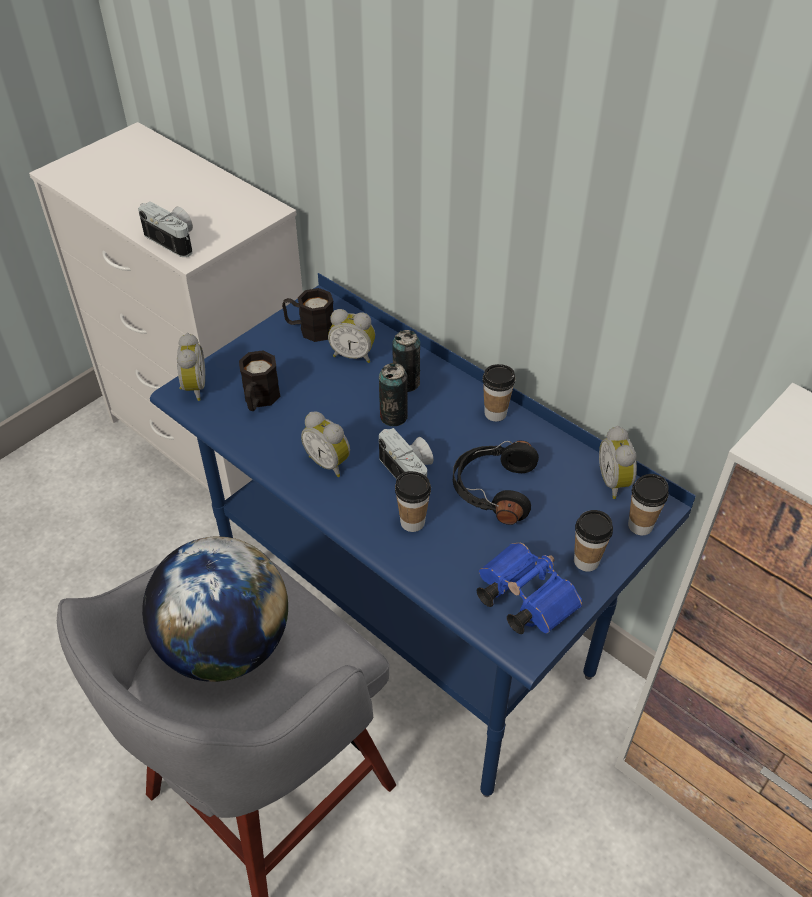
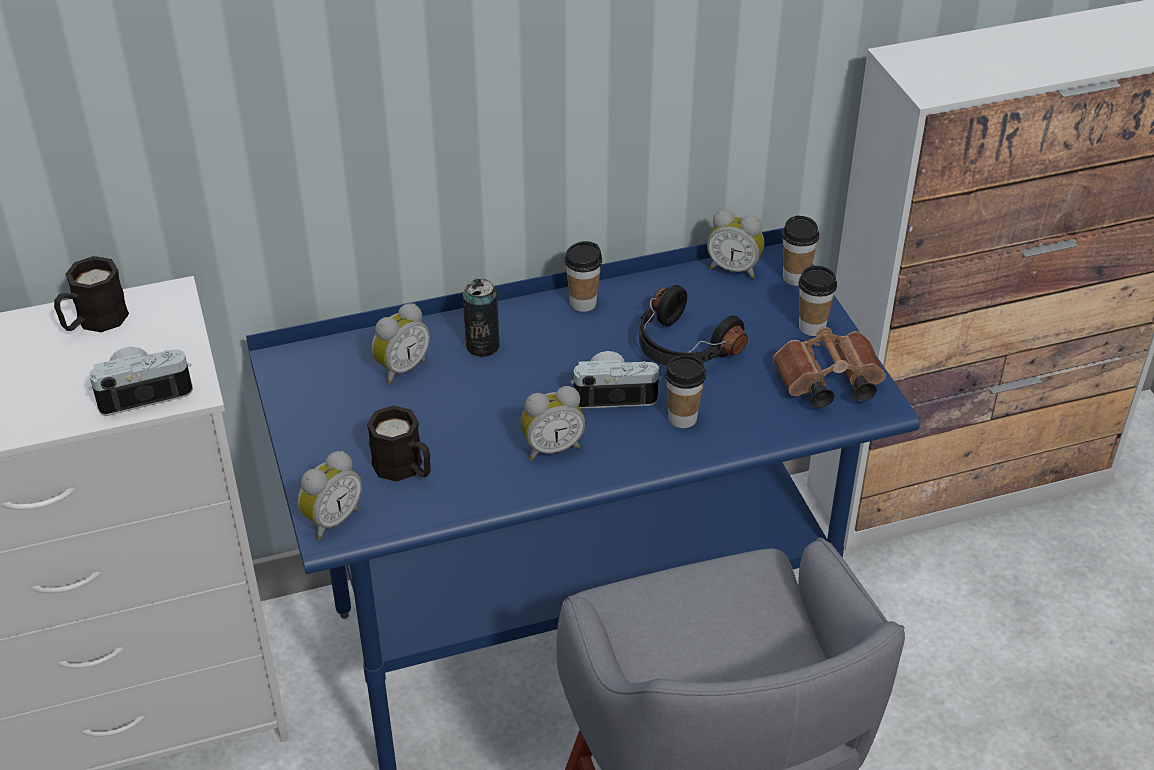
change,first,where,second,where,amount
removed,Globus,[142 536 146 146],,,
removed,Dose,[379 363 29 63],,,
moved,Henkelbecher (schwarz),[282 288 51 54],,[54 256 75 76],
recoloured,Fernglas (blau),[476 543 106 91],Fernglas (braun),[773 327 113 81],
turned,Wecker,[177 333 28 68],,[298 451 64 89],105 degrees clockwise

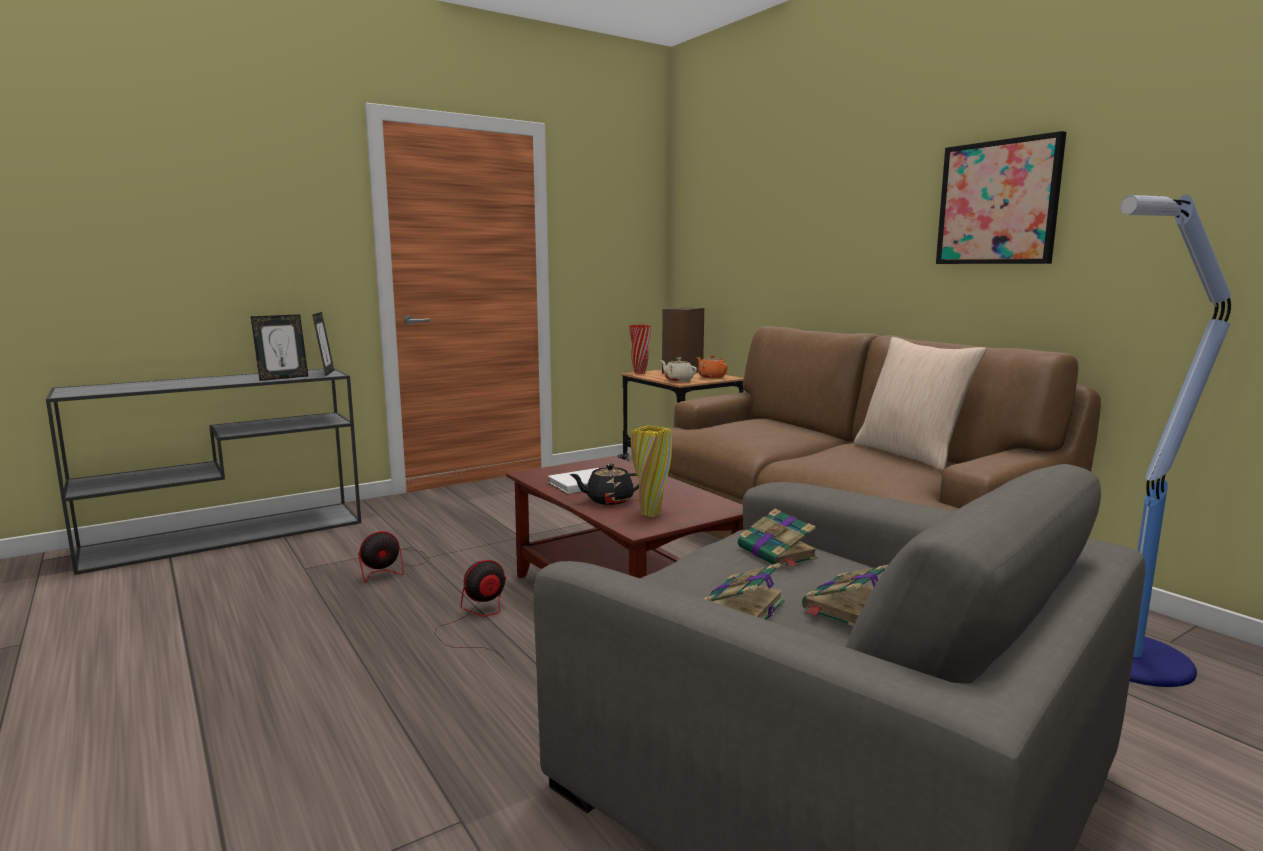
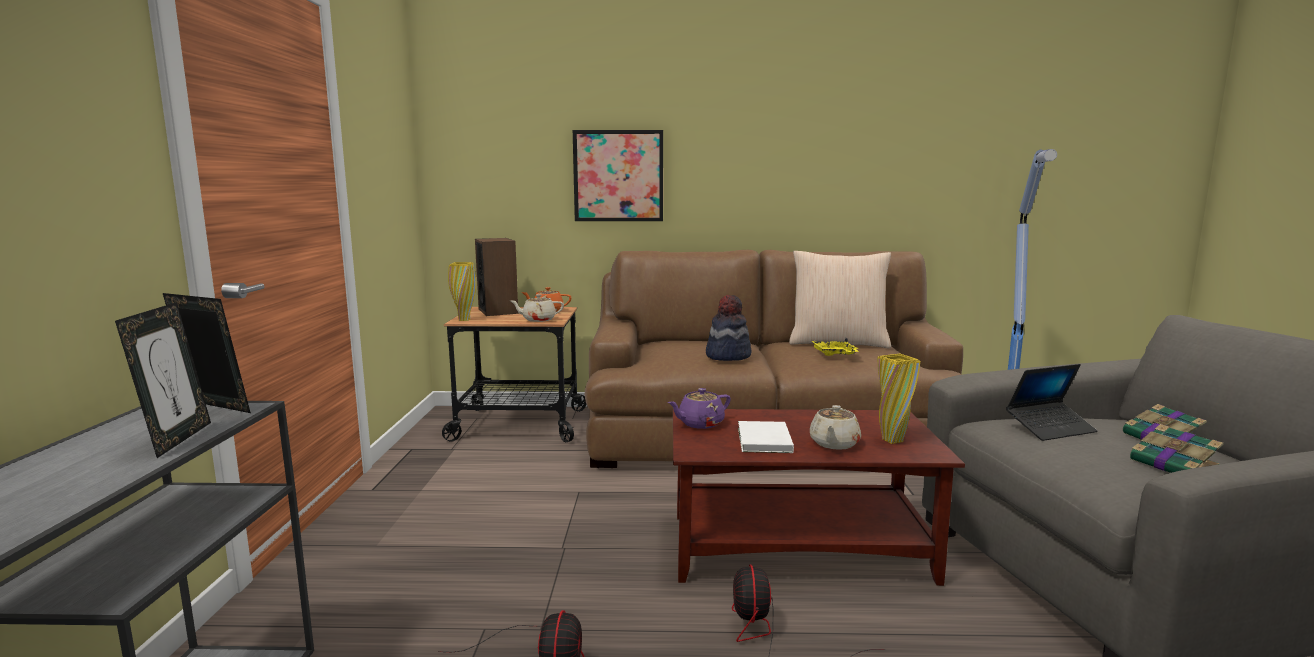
change,first,where,second,where,amount
added,,,Teekanne (lila),[668 388 63 41],
added,,,Hut,[706 295 46 66],
added,,,Tablett (gelb),[811 338 48 18],
moved,Bild,[936 131 130 133],,[573 130 90 91],
replaced,Buch,[738 509 80 59],Laptop,[1006 364 92 77],
recoloured,Teekanne (schwarz),[569 464 70 41],Teekanne (beige),[810 405 51 45],
recoloured,Vase (rot),[629 325 22 49],Vase (gelb),[448 262 28 59],

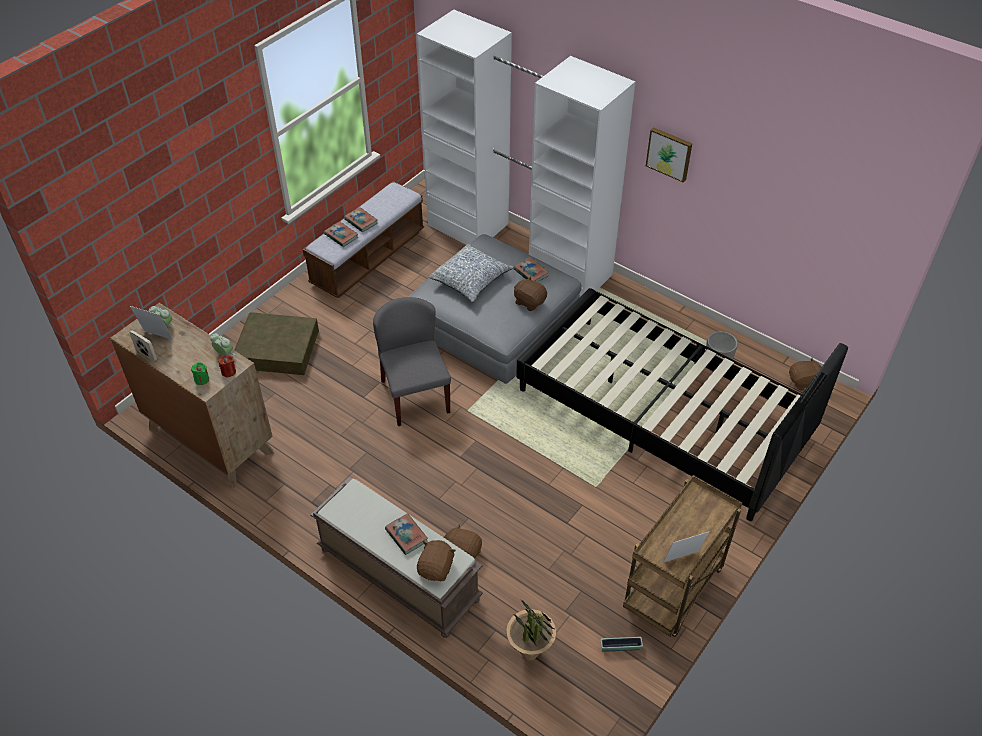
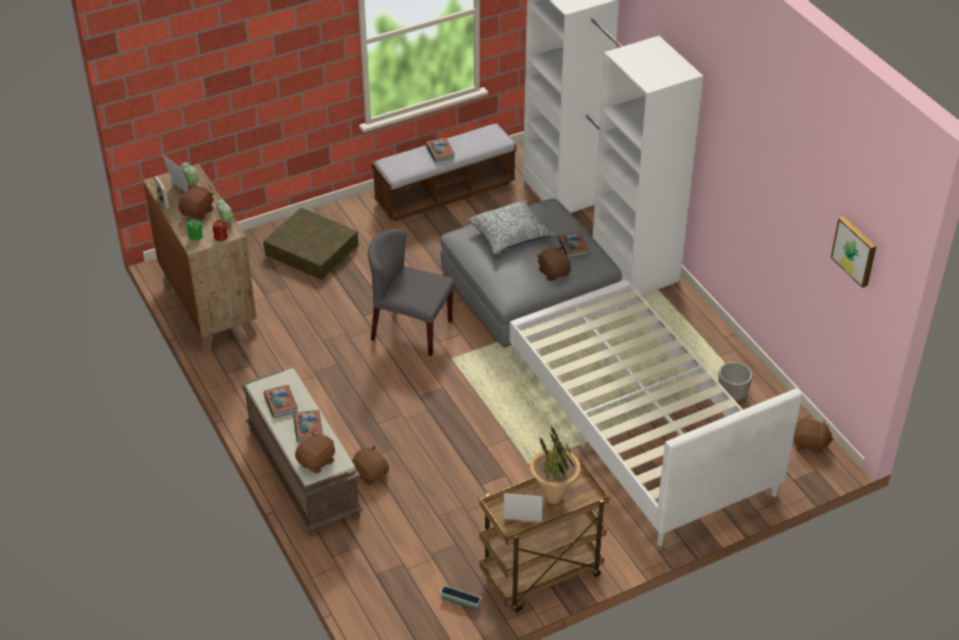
change,first,where,second,where,amount
added,,,Plüschtier (braun),[178 185 36 35],
moved,Buch,[324 222 34 25],,[264 385 34 33],
moved,Topfpflanze,[506 598 50 62],,[530 426 50 78],
moved,Bild,[646 127 46 55],,[831 216 45 72],
recoloured,Bett (schwarz),[516 288 332 233],Bett (weiß),[509 279 293 267],
turned,Stuhl (grau),[373 297 78 129],,[368 229 86 127],75 degrees counterclockwise

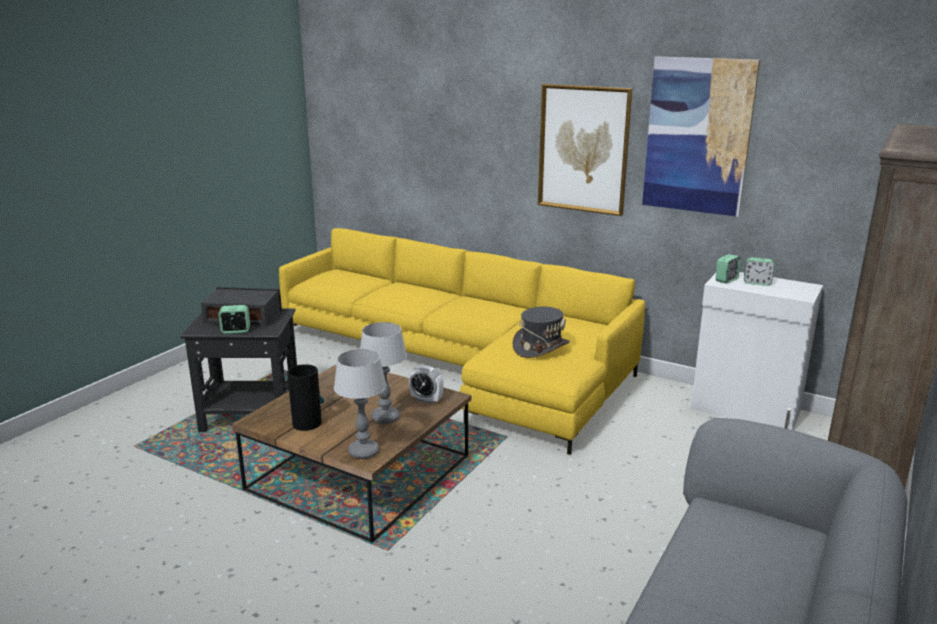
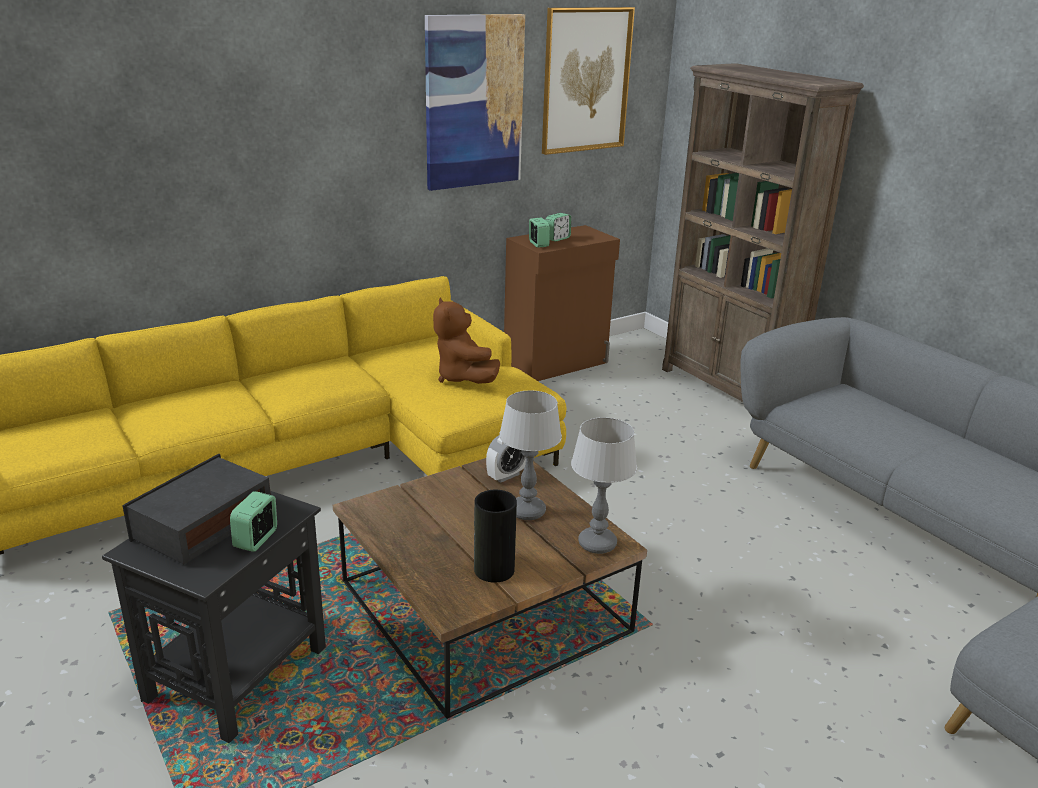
change,first,where,second,where,amount
moved,Bild,[538 84 95 132],,[542 7 93 148],
replaced,Hut (grau),[513 307 57 51],Plüschtier (braun),[433 297 67 87],
recoloured,Schrank (weiß),[691 272 132 158],Schrank (braun),[504 225 116 156],

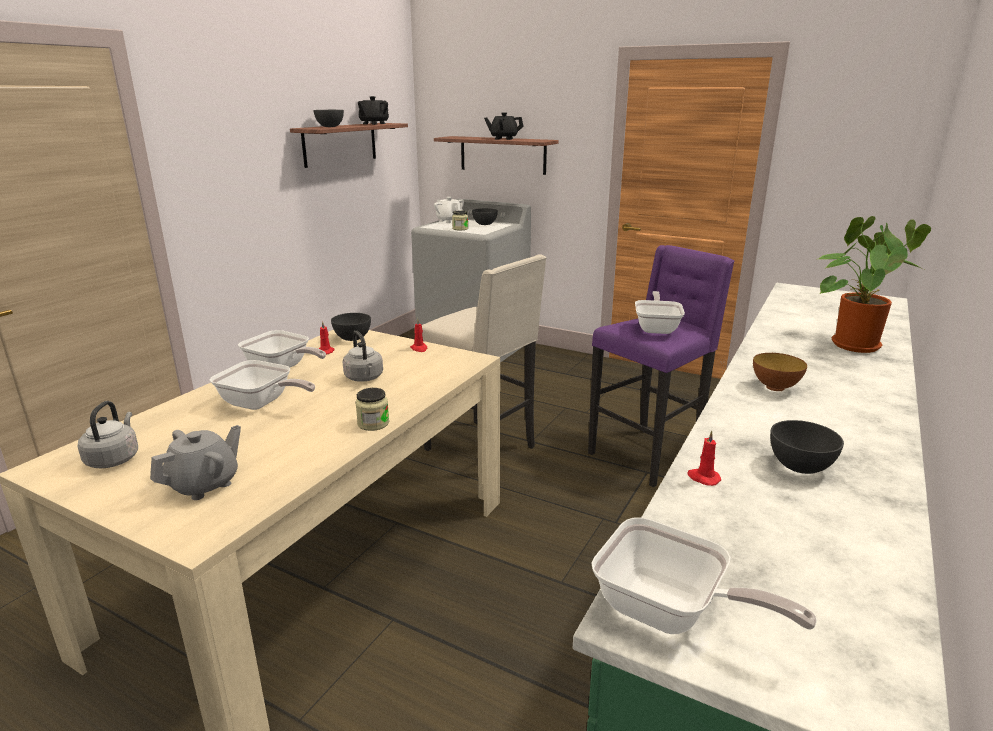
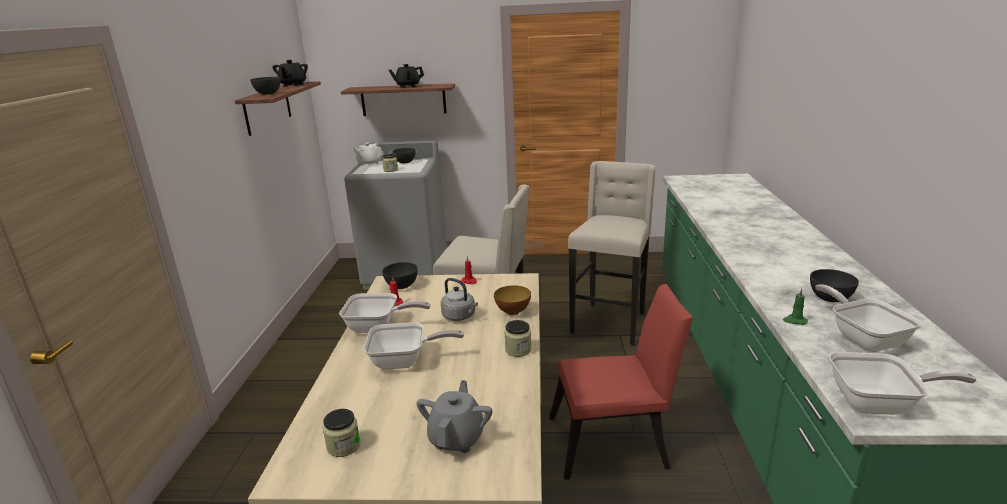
change,first,where,second,where,amount
removed,Topfpflanze,[819 216 112 137],,,
added,,,Stuhl (rot),[549 284 144 196],
moved,Pfanne,[635 291 50 43],,[815 284 107 68],
moved,Schüssel,[753 353 54 38],,[494 285 37 30],
replaced,Wasserkessel (grau),[78 401 60 68],Vorratsglas,[323 409 38 48],
recoloured,Hocker (lila),[588 245 147 242],Hocker (beige),[568 161 88 184],
recoloured,Kerze (rot),[687 430 34 56],Kerze (grün),[783 288 25 37],

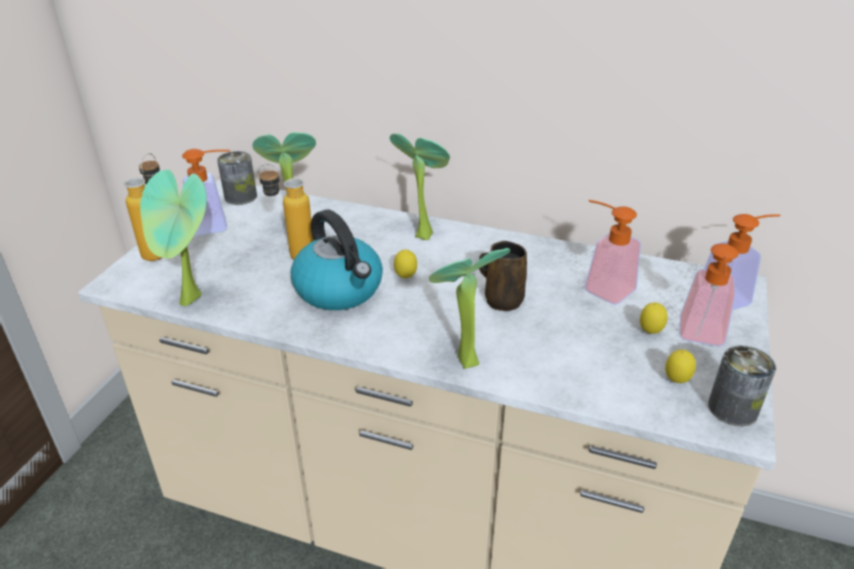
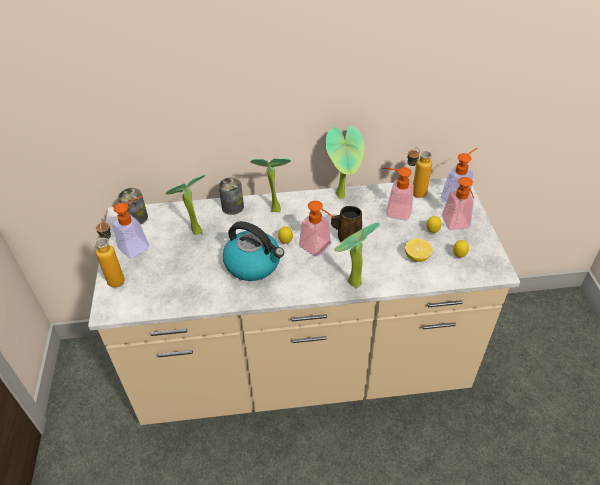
change,first,where,second,where,amount
added,,,Seifenspender,[299 201 36 56],
added,,,Zitrone,[405 239 28 23],
moved,Topfpflanze,[140 170 67 136],,[325 126 39 73],
moved,Flasche,[258 164 56 96],,[407 147 25 51],
moved,Dose,[708 345 68 81],,[218 177 26 38],

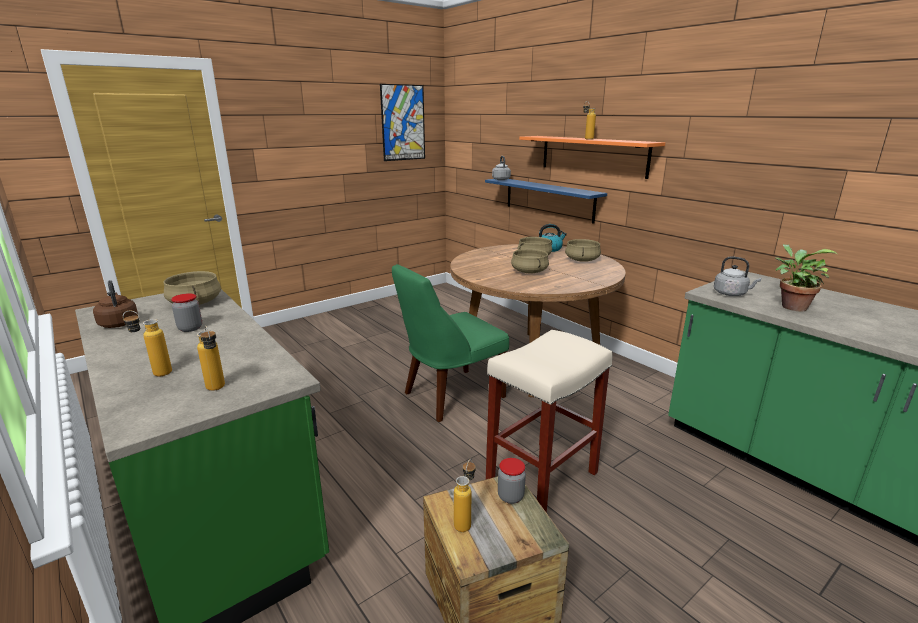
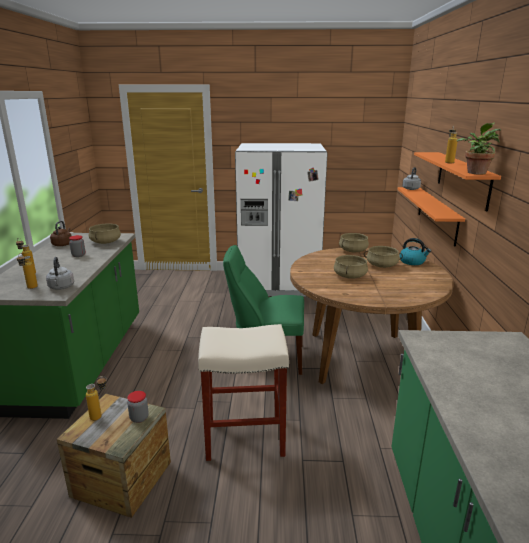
change,first,where,second,where,amount
removed,Bild,[380 84 45 77],,,
added,,,Kühlschrank (weiß),[235 143 93 153],
moved,Kochtopf (beige),[565 239 36 23],,[339 233 30 19],
moved,Wasserkessel (grau),[714 256 47 40],,[46 257 28 33],
moved,Topfpflanze,[775 244 62 67],,[457 123 44 52],
recoloured,Wandregal (blau),[485 179 122 45],Wandregal (orange),[398 187 67 60],

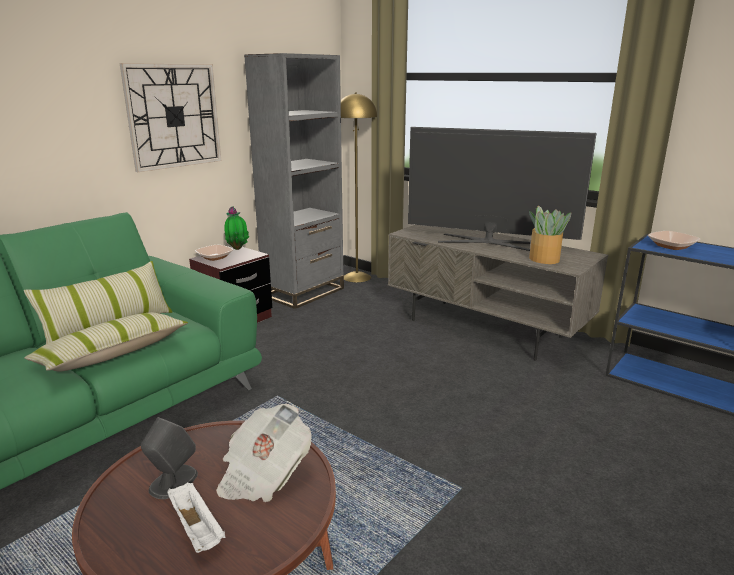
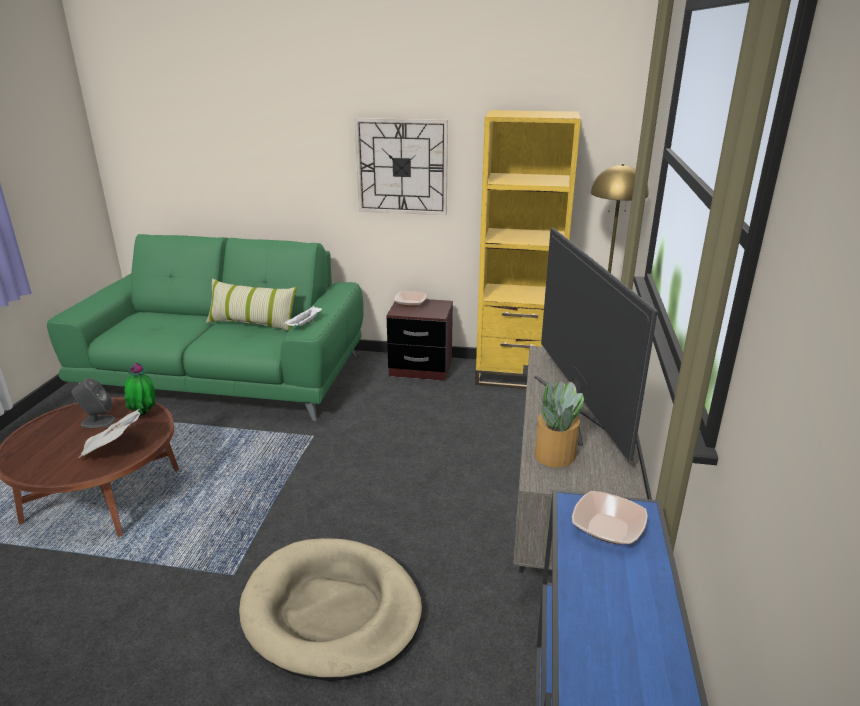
change,first,where,second,where,amount
removed,Kissen,[24 312 164 59],,,
added,,,Hundebett (beige),[239 538 183 143],
moved,Tablett (weiß),[167 483 59 70],,[284 306 38 20],
moved,Topfpflanze,[224 206 25 44],,[123 363 33 54],
recoloured,Bücherregal (grau),[244 53 100 256],Bücherregal (gelb),[475 110 106 279],

